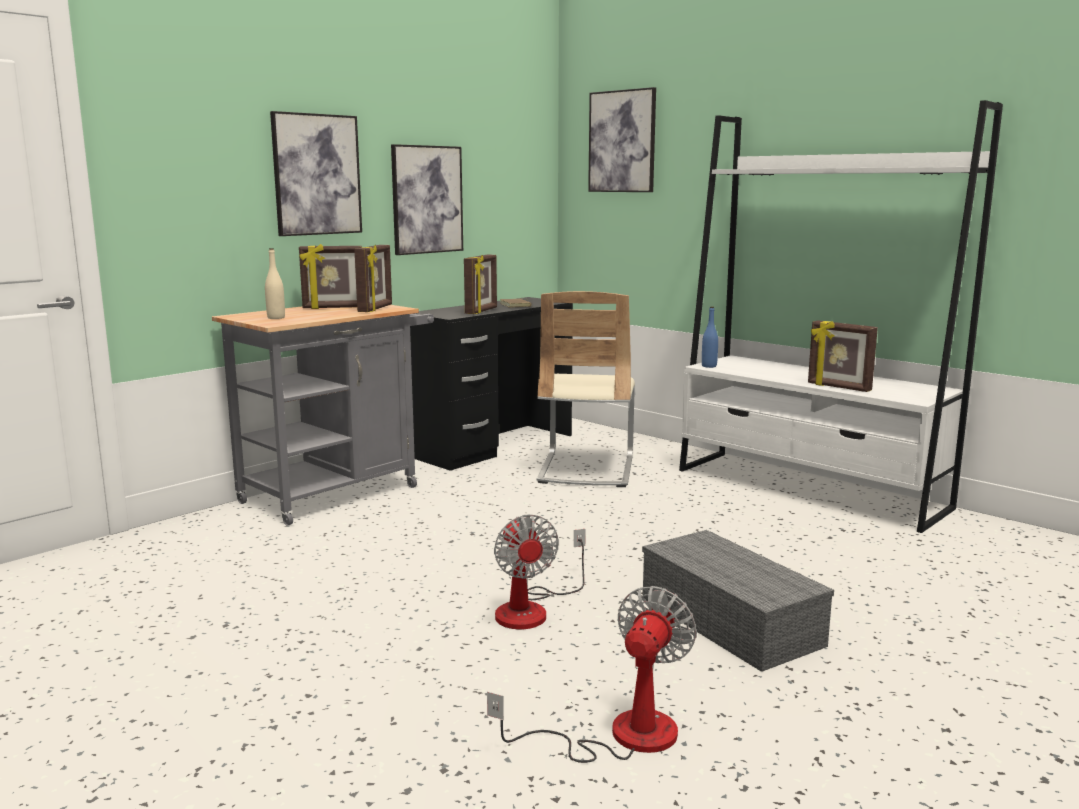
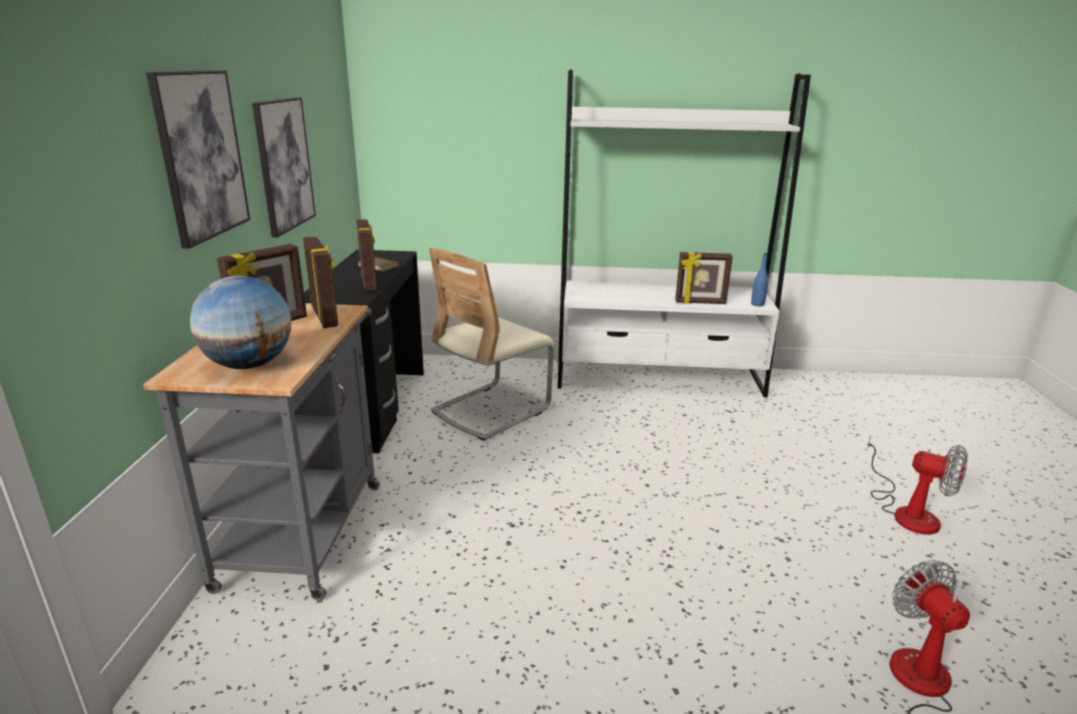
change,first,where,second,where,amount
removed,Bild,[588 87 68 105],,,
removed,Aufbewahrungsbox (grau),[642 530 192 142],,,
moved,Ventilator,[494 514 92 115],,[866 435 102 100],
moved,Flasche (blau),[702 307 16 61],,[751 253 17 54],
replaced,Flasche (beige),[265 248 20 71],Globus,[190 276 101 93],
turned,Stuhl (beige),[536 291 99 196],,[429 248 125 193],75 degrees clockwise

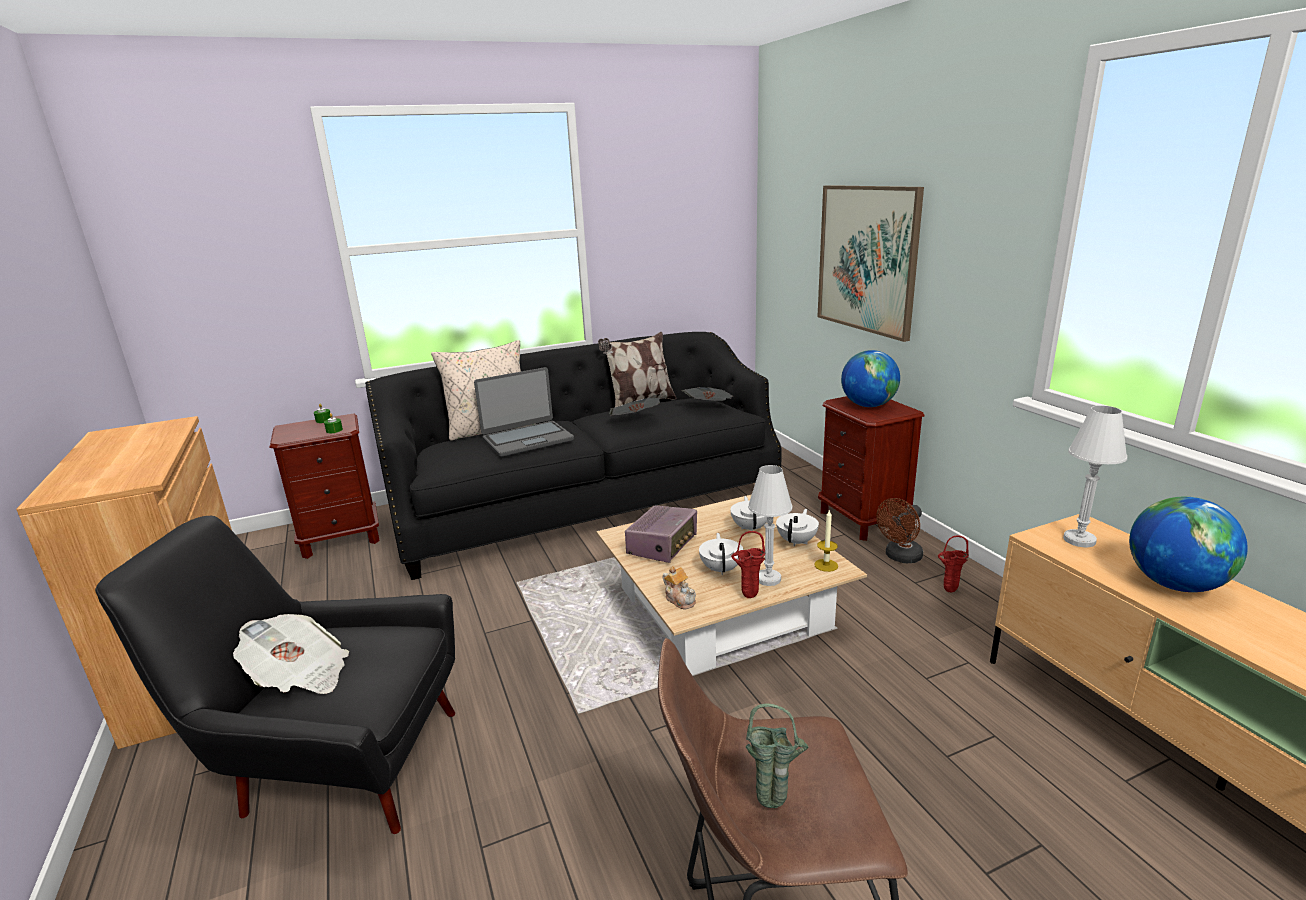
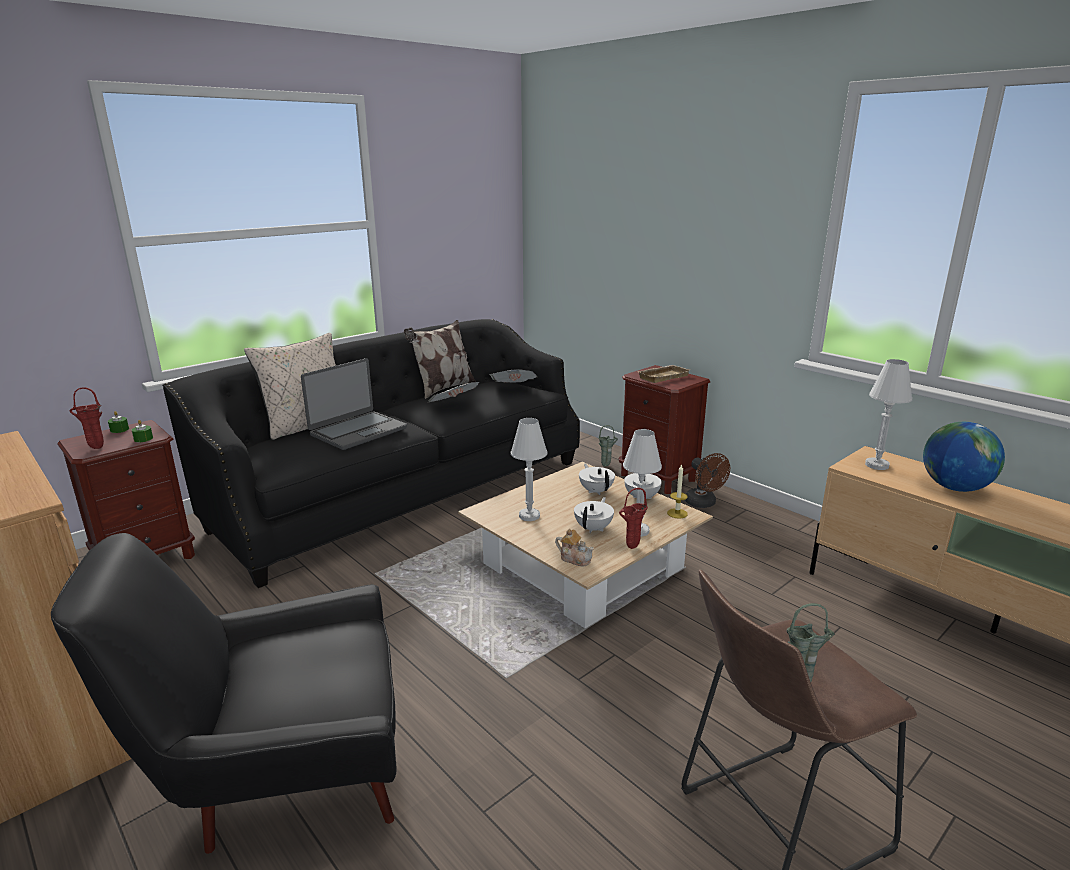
change,first,where,second,where,amount
removed,Zeitung,[233 614 116 80],,,
removed,Bild,[817 185 107 157],,,
added,,,Vase (grün),[598 425 20 42],
moved,Vase (rot),[938 536 31 56],,[69 387 35 62],
replaced,Radio,[625 505 72 58],Tischlampe (weiß),[511 418 37 103],
replaced,Globus,[841 350 59 57],Tablett (beige),[636 365 54 18],
turned,Teekanne (weiß),[699 533 44 42],,[574 497 40 36],45 degrees clockwise
turned,Ventilator (braun),[876 498 47 65],,[685 453 45 55],60 degrees counterclockwise

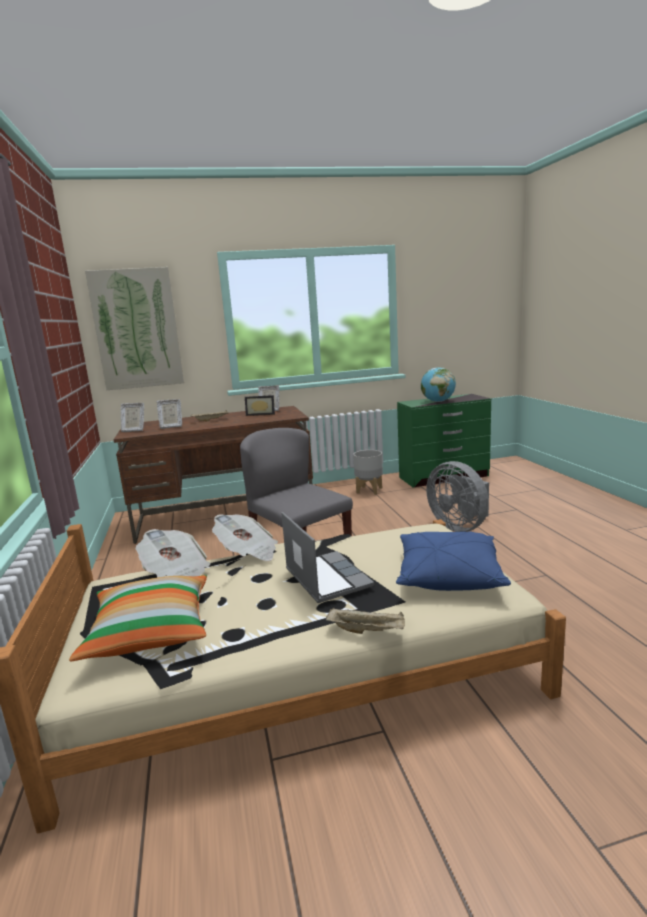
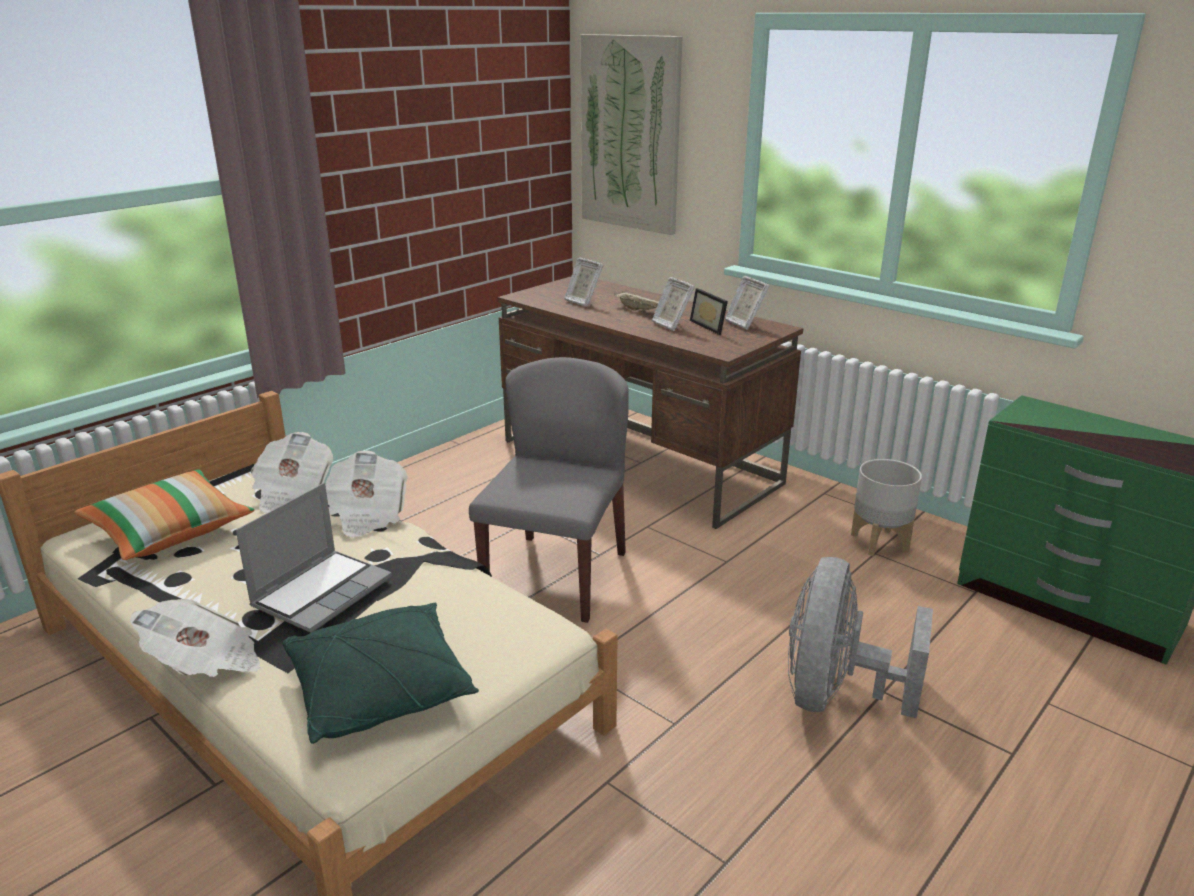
change,first,where,second,where,amount
removed,Globus,[421 367 35 35],,,
moved,Bilderrahmen,[121 403 23 29],,[652 277 43 54],
replaced,Tablett (beige),[326 608 79 26],Zeitung,[130 599 131 78],
recoloured,Kissen (blau),[396 531 115 60],Kissen (grün),[283 602 196 142],

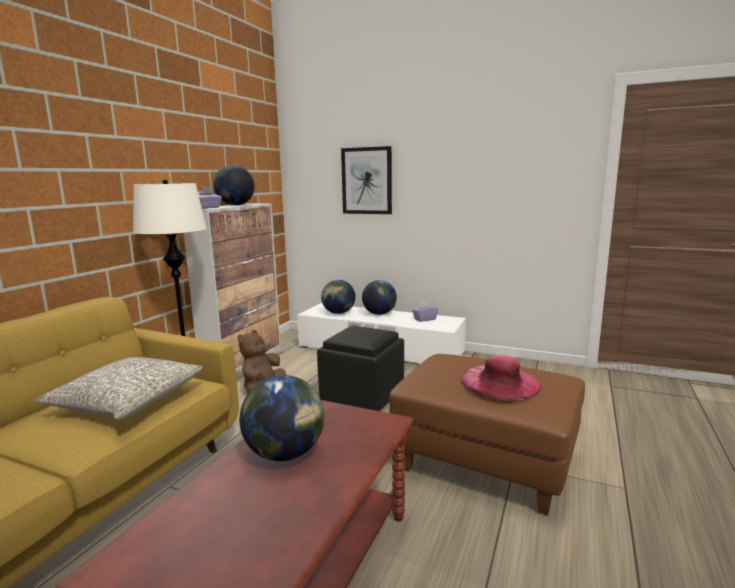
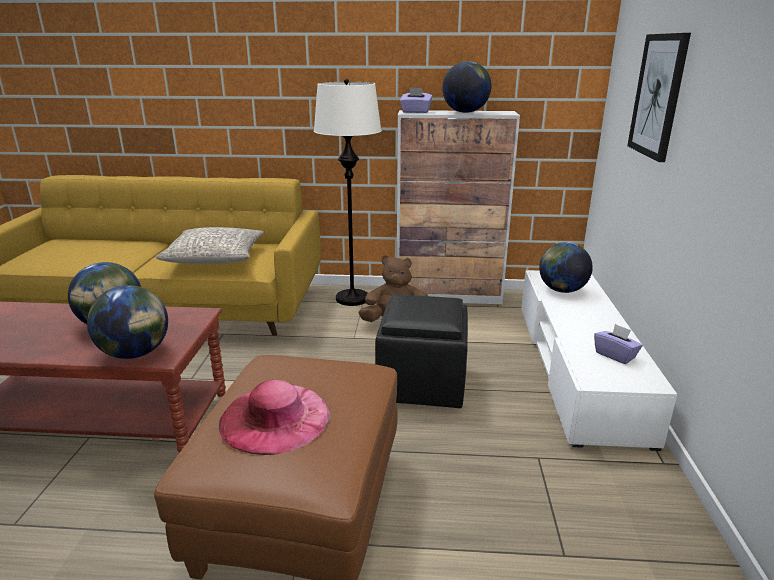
change,first,where,second,where,amount
moved,Globus,[362 280 35 35],,[87 285 81 74],

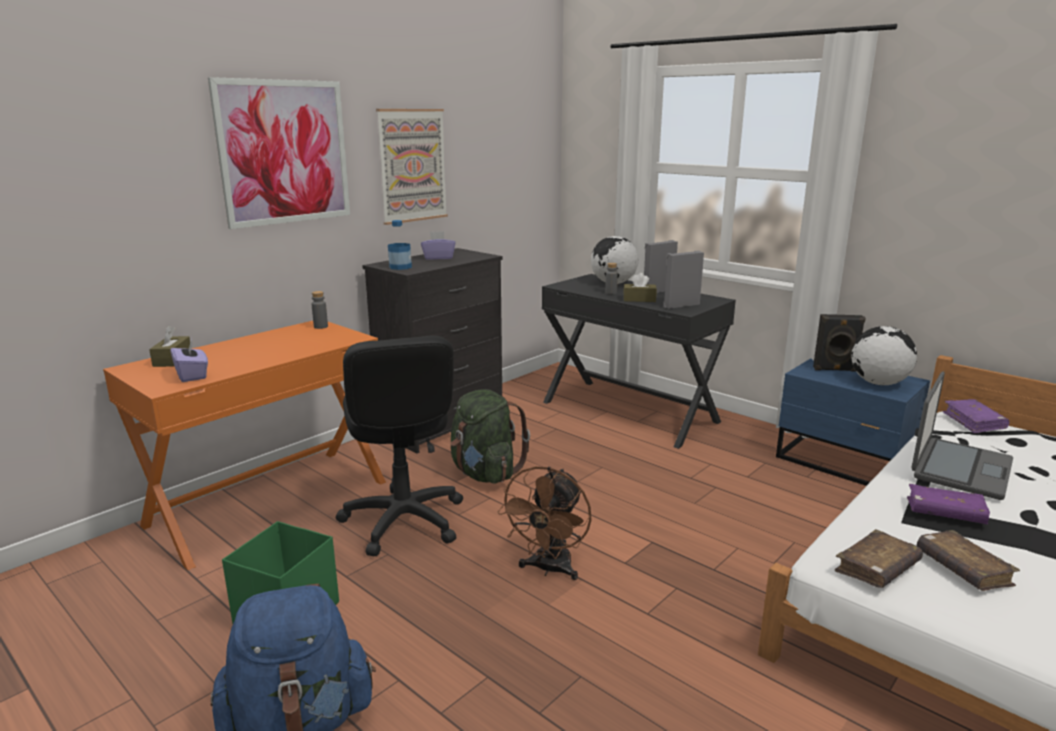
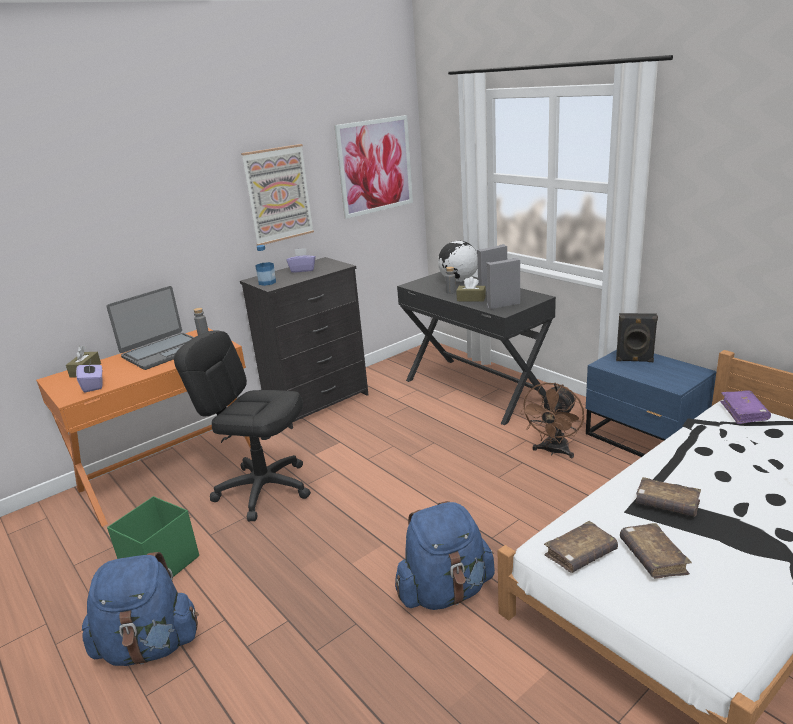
change,first,where,second,where,amount
removed,Rucksack (grün),[450 389 80 95],,,
removed,Globus,[851 326 66 59],,,
added,,,Rucksack (blau),[395 501 100 109],
moved,Bild,[208 77 142 152],,[334 115 79 104],
moved,Ventilator (braun),[498 466 94 114],,[520 383 64 75],
moved,Laptop,[912 371 101 129],,[106 286 88 84],
recoloured,Buch (lila),[907 484 83 40],Buch (braun),[636 477 65 40],
turned,Bürostuhl (schwarz),[336 336 127 220],,[174 330 137 191],120 degrees clockwise

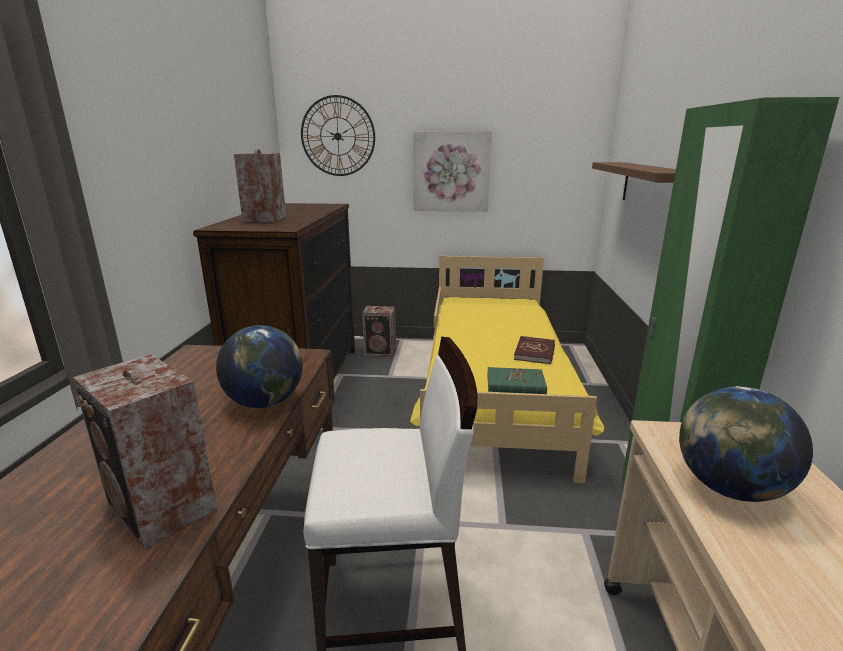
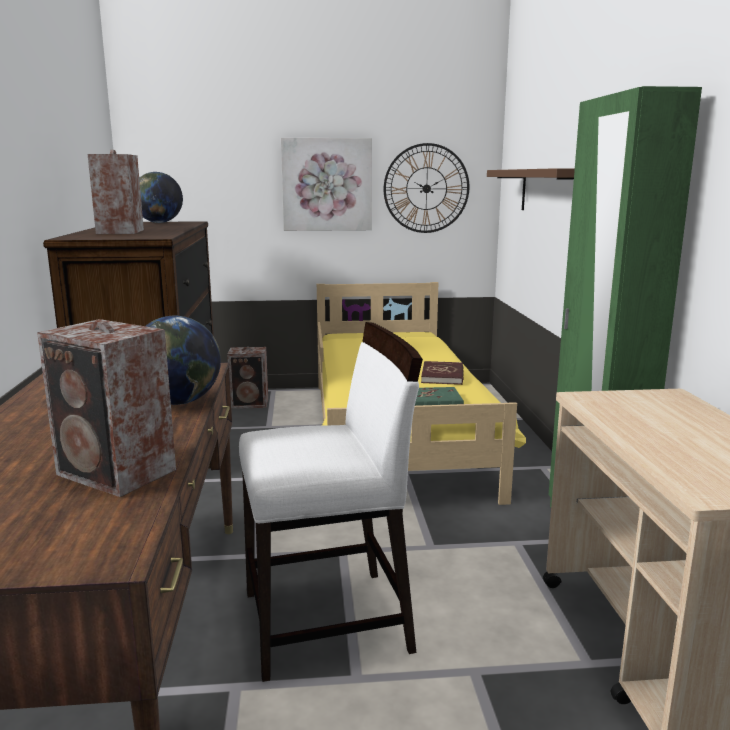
change,first,where,second,where,amount
moved,Wanduhr,[301 95 74 81],,[384 143 85 90],
moved,Globus,[679 386 134 116],,[139 172 44 51],

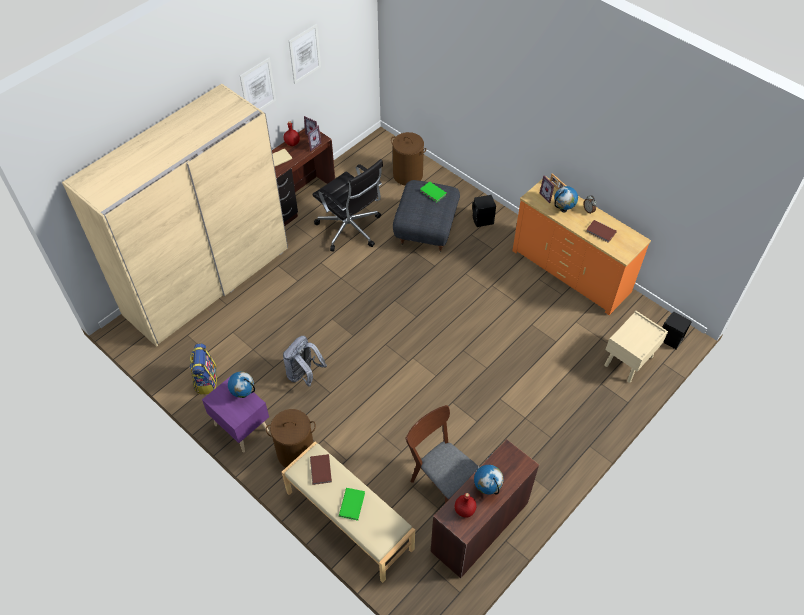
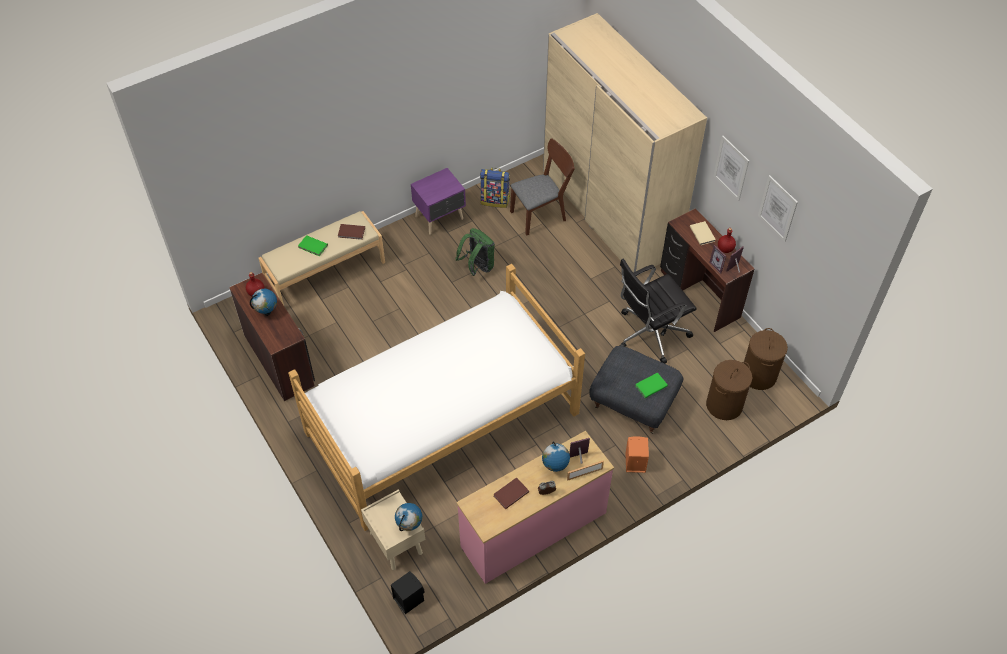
change,first,where,second,where,amount
added,,,Bett,[288 264 297 267],
moved,Globus,[228 372 27 26],,[395 503 27 28],
moved,Wäschekorb (braun),[266 409 50 59],,[744 328 44 62],
moved,Stuhl (braun),[405 405 74 98],,[510 138 65 97],
recoloured,Rucksack (grau),[283 336 44 51],Rucksack (grün),[455 228 40 48],
recoloured,Lautsprecher (schwarz),[472 195 24 32],Lautsprecher (orange),[625 437 24 36],
recoloured,Kommode (orange),[512 176 139 139],Kommode (rosa),[456 431 158 153],

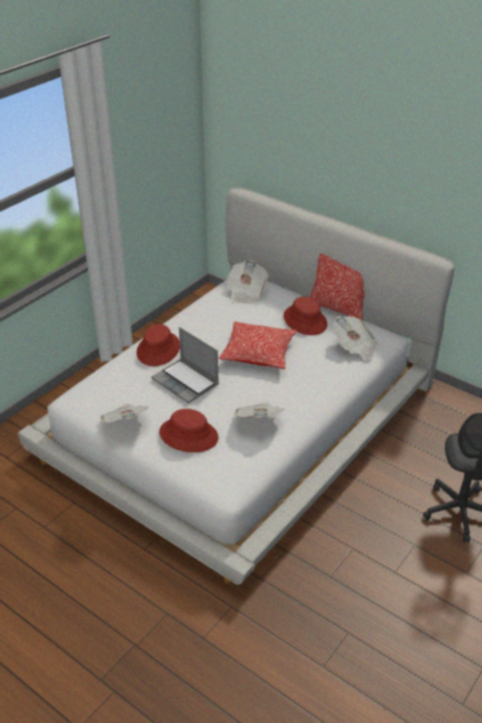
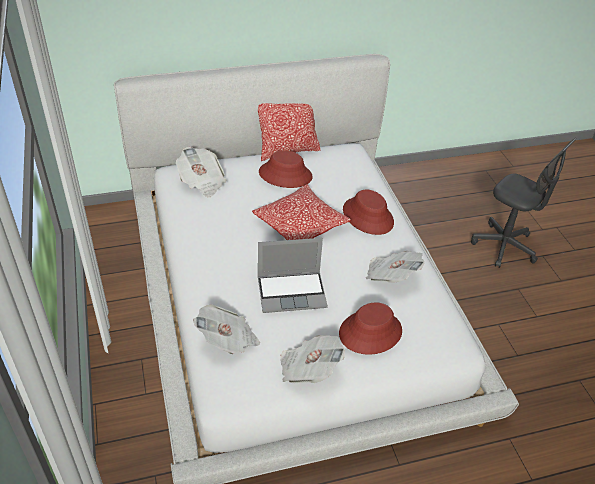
change,first,where,second,where,amount
moved,Hut (rot),[136 324 44 42],,[343 190 51 45],
moved,Zeitung,[333 316 44 44],,[193 305 67 49],

